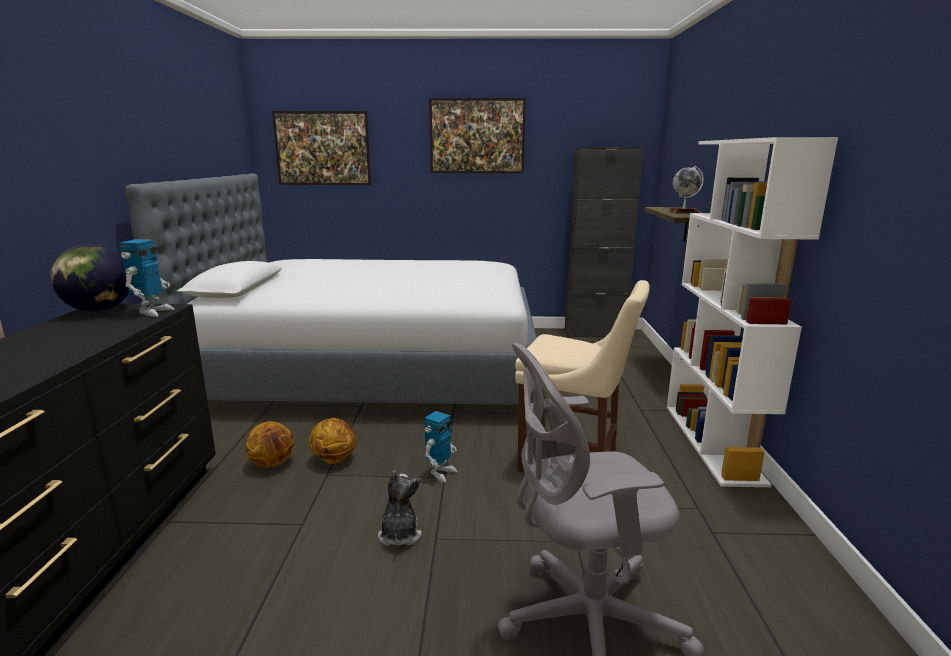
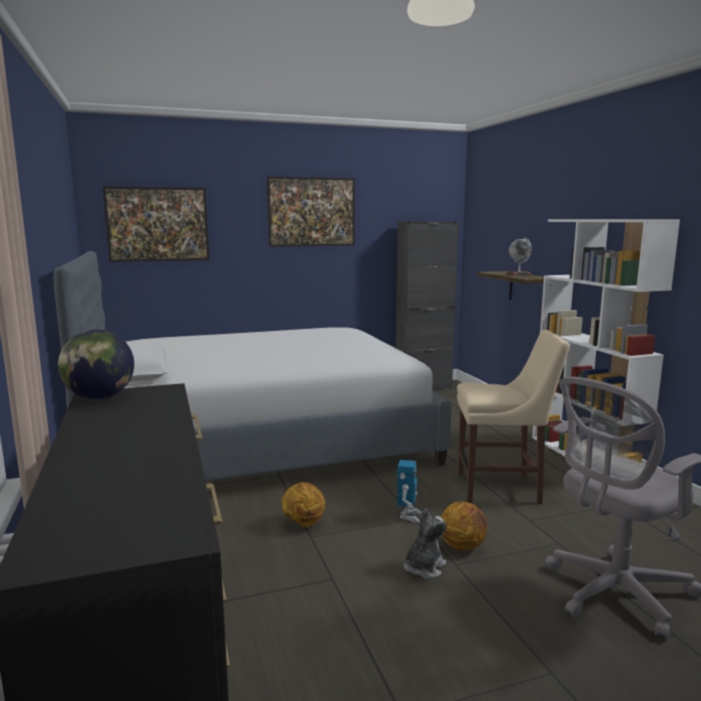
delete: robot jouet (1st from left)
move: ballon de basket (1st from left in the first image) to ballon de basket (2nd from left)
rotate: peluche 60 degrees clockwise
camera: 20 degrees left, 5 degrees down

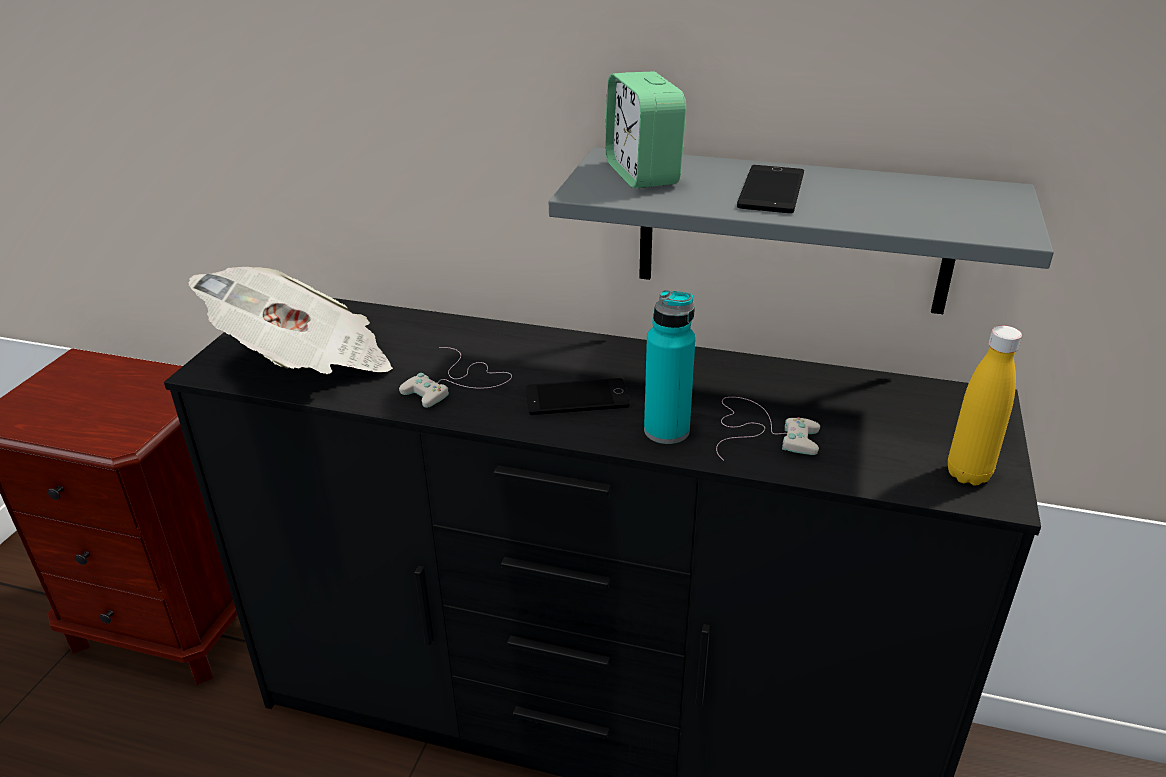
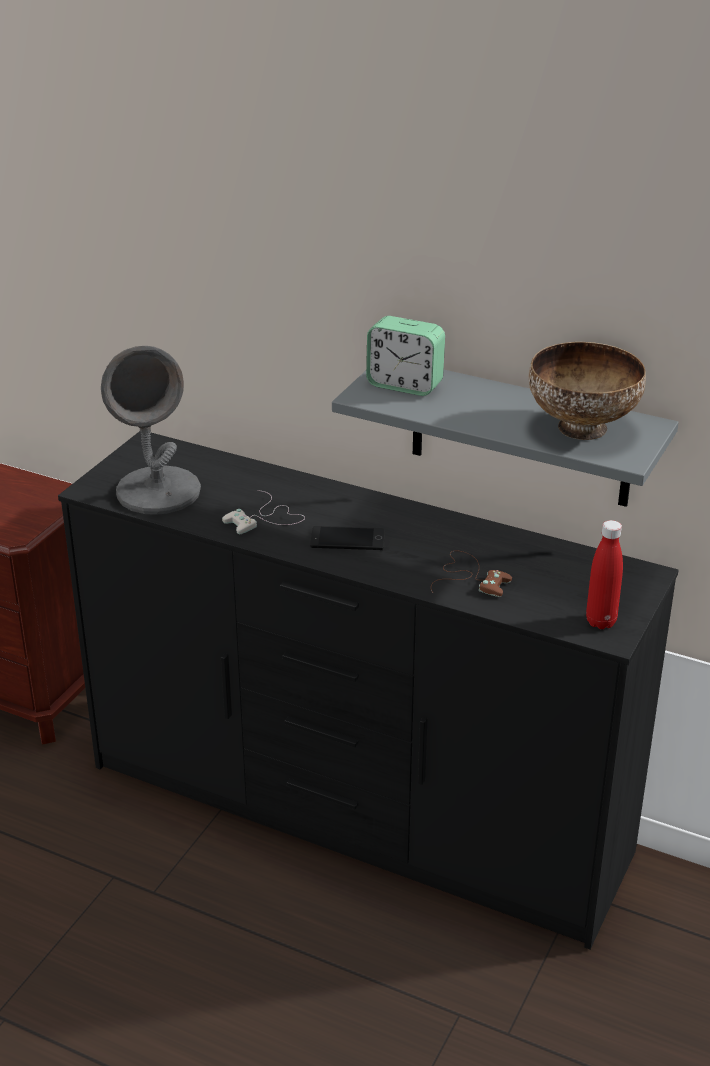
delete: bouteille (turquoise); téléphone (2nd from left)
insert: bol
replace: journal to lampe de table (gris)
recolor: manette (blanc) (2nd from left) to manette (marron); bouteille (jaune) to bouteille (rouge)
rotate: réveil 60 degrees counterclockwise
camera: 10 degrees right, 0 degrees up

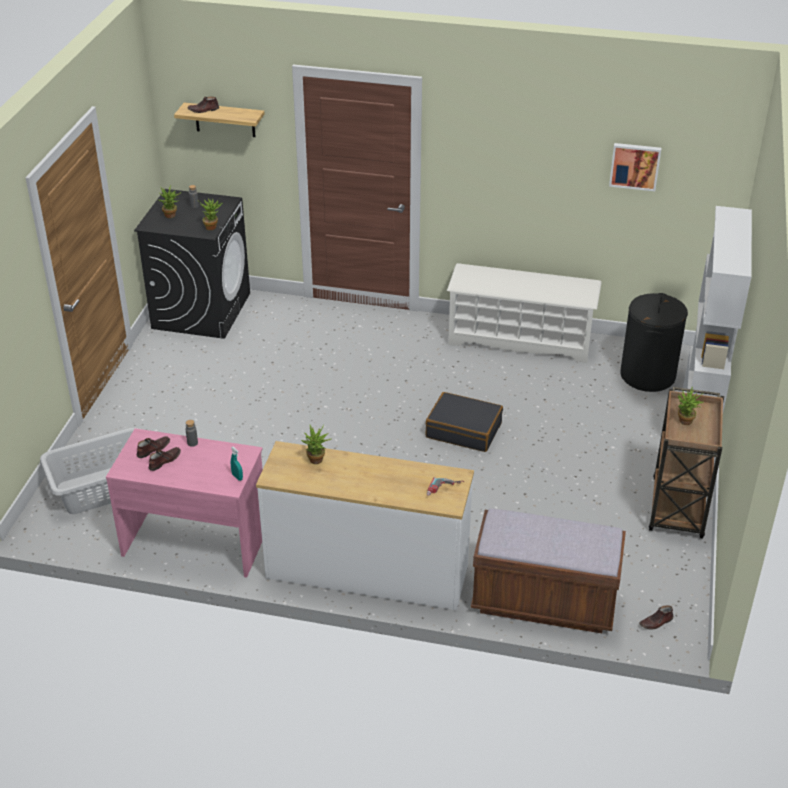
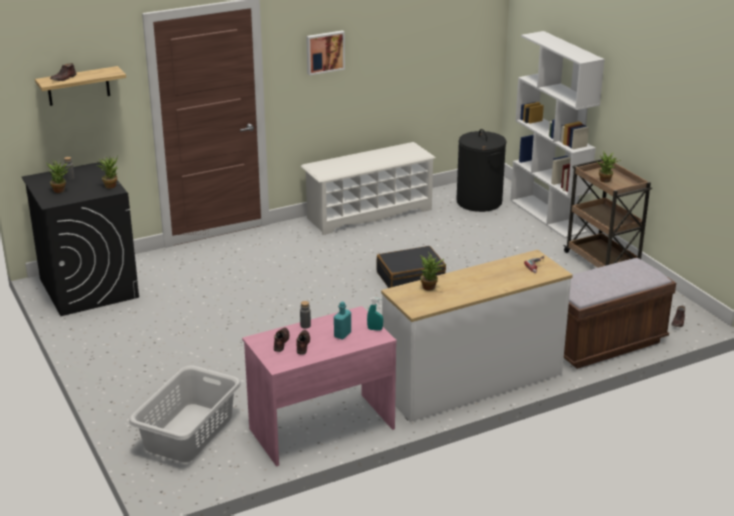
insert: bouteille (turquoise)
move: tableau
camera: 40 degrees left, 10 degrees down

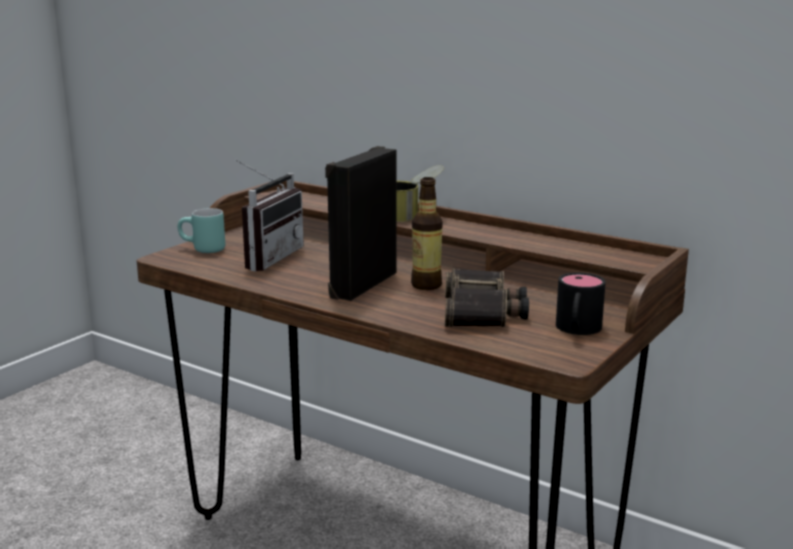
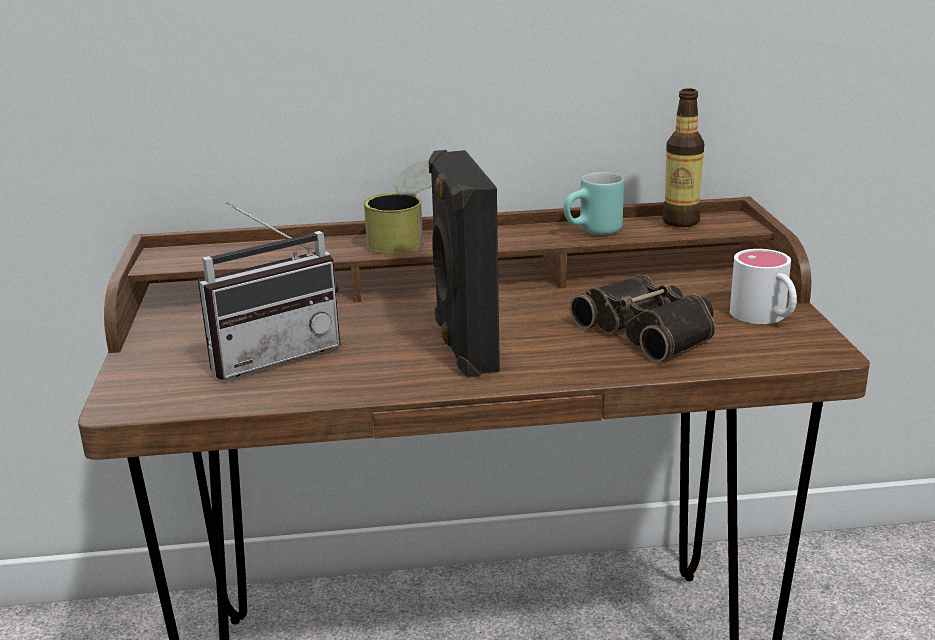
move: mug (turquoise); bouteille
recolor: mug (noir) to mug (blanc)
rotate: radio 75 degrees clockwise
camera: 40 degrees left, 5 degrees up

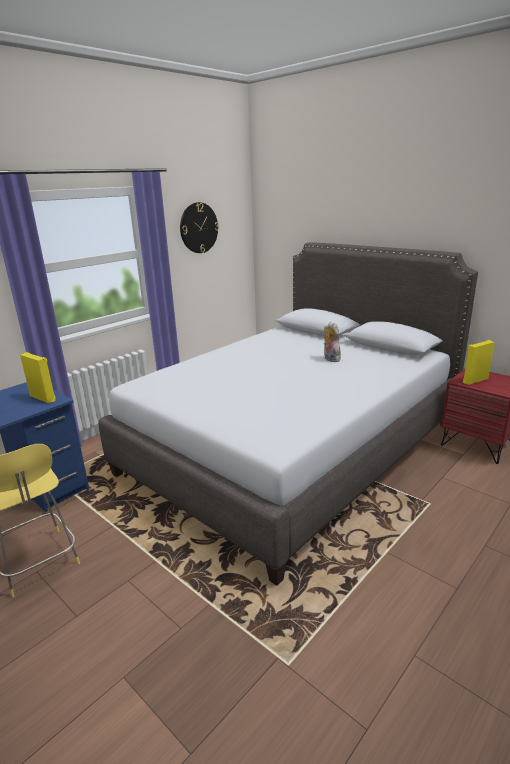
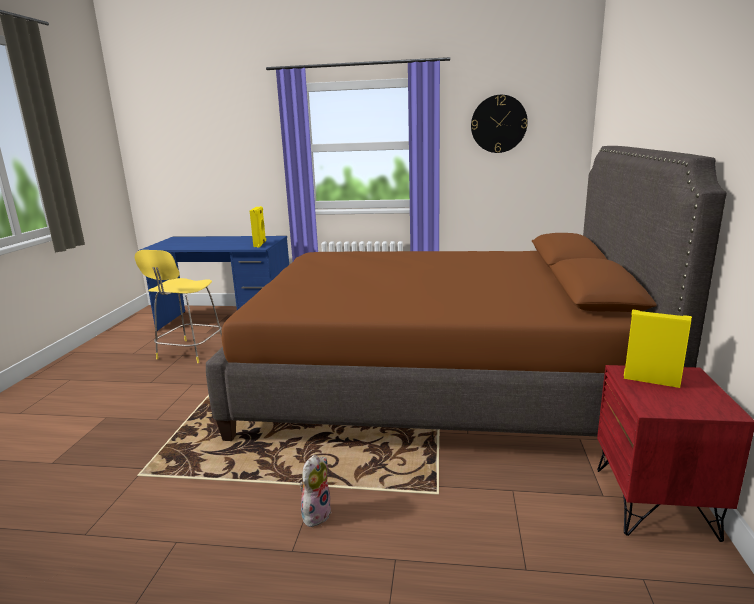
move: peluche
recolor: lit (gris) to lit (marron)
camera: 55 degrees right, 5 degrees down

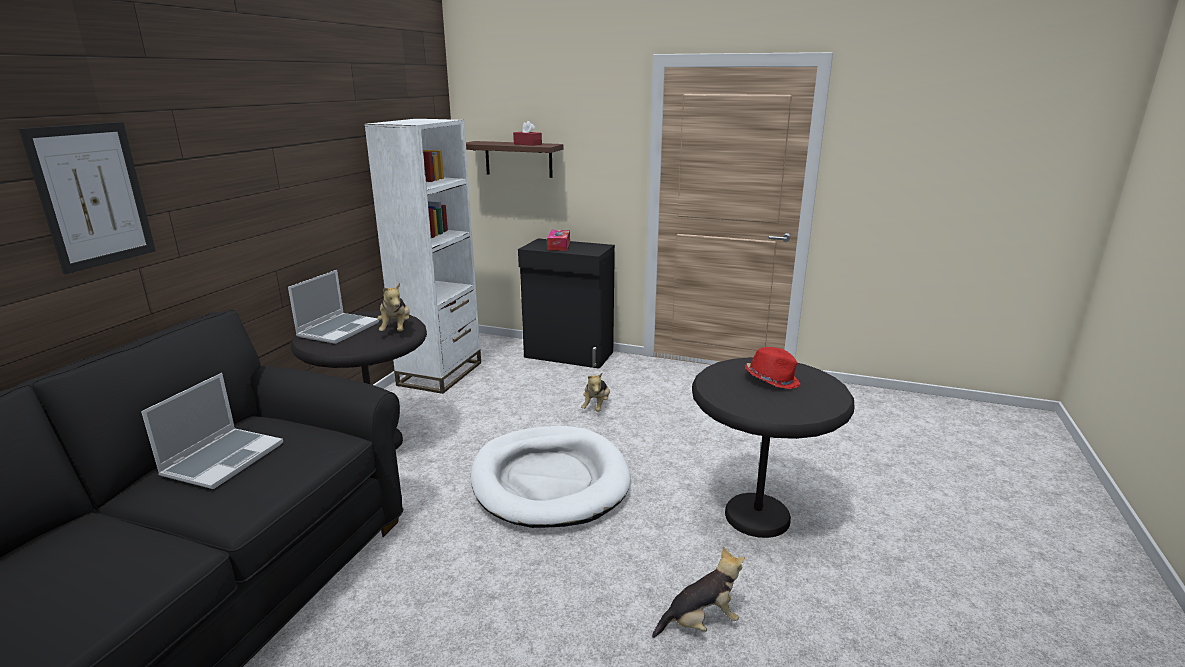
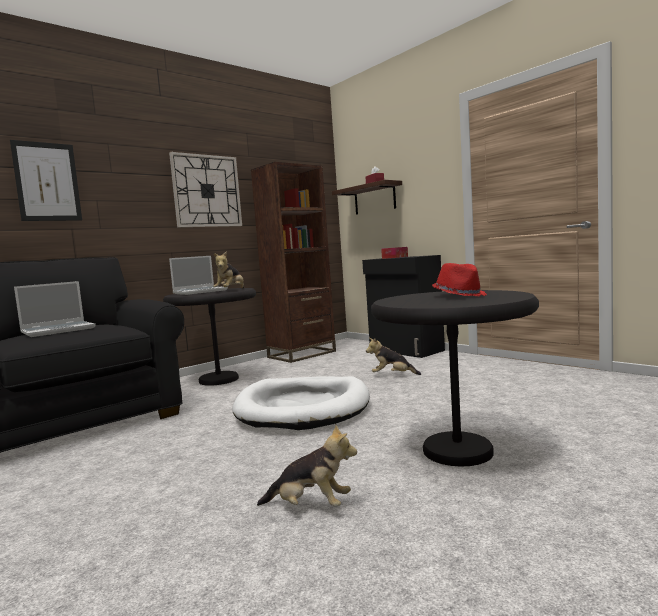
insert: horloge murale
recolor: bibliothèque (blanc) to bibliothèque (marron)
rotate: peluche (2nd from left in the first image) 60 degrees clockwise
camera: 30 degrees right, 15 degrees down

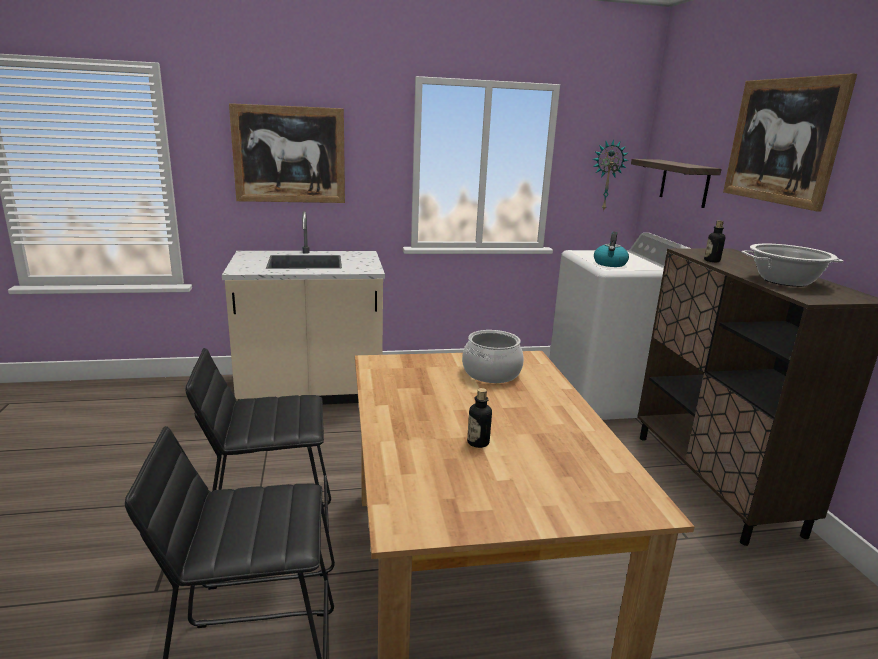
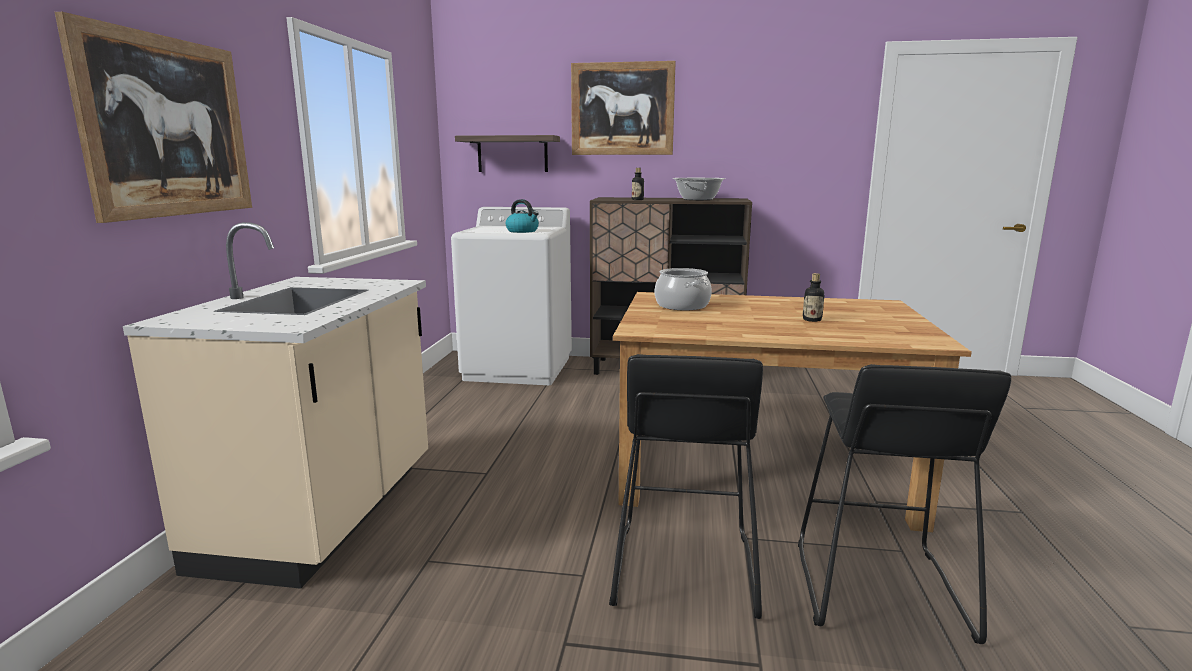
delete: horloge murale
camera: 70 degrees left, 5 degrees down

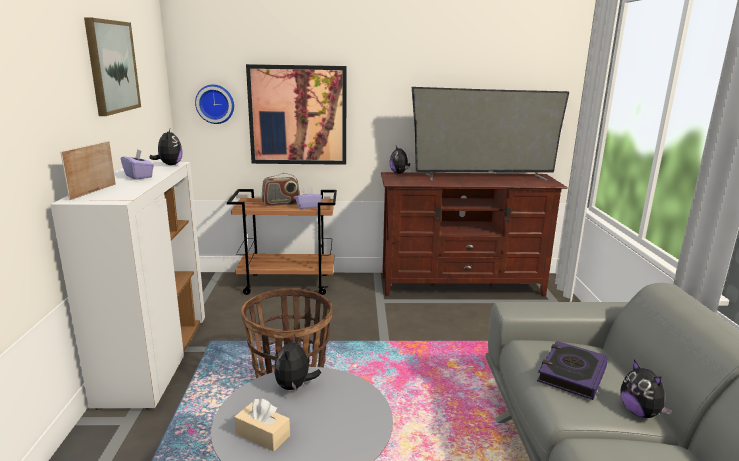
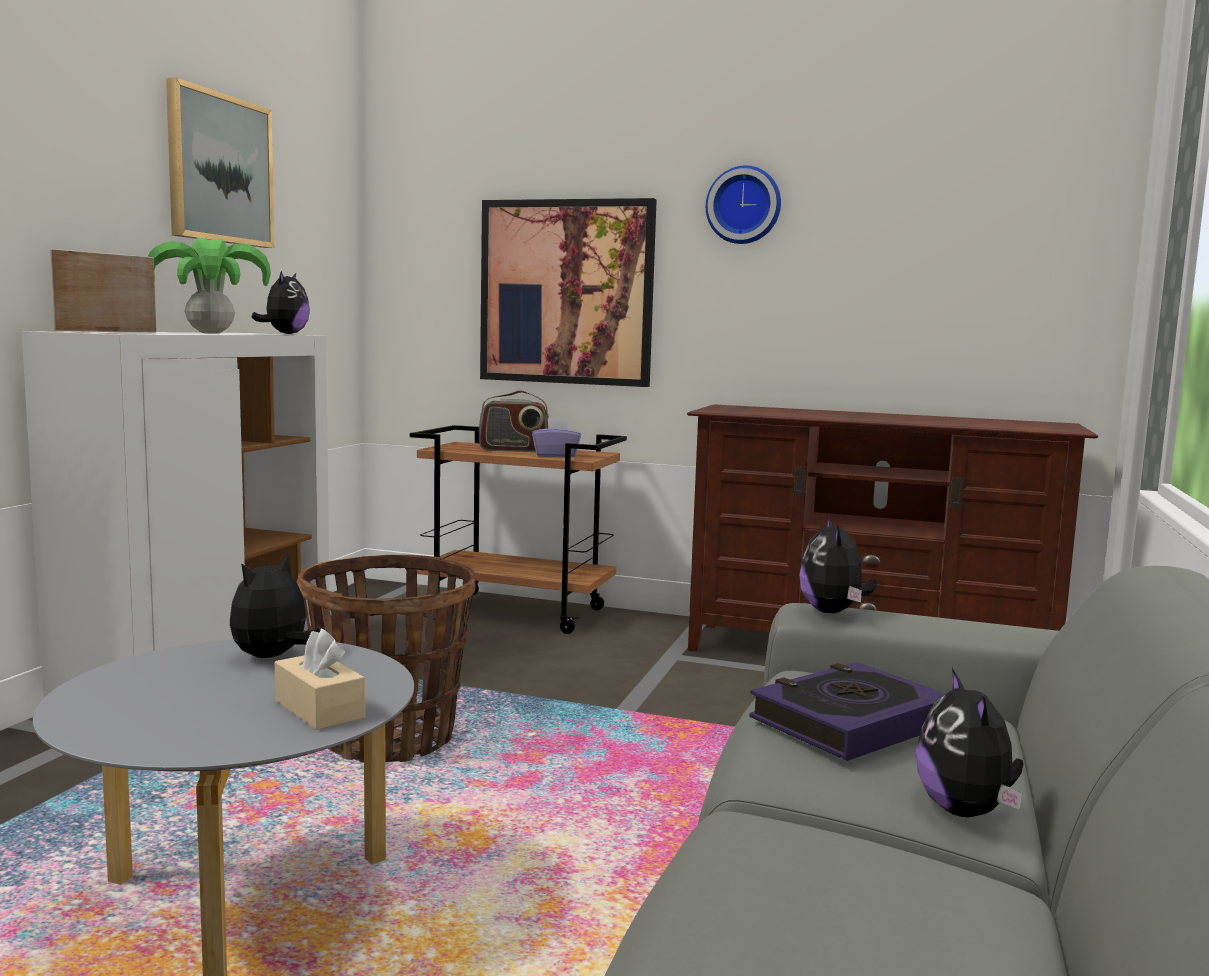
delete: téléviseur
move: horloge murale; boîte à mouchoirs (beige); peluche (3rd from left)
replace: boîte à mouchoirs (violet) (1st from left) to plante en pot
camera: 20 degrees right, 10 degrees down

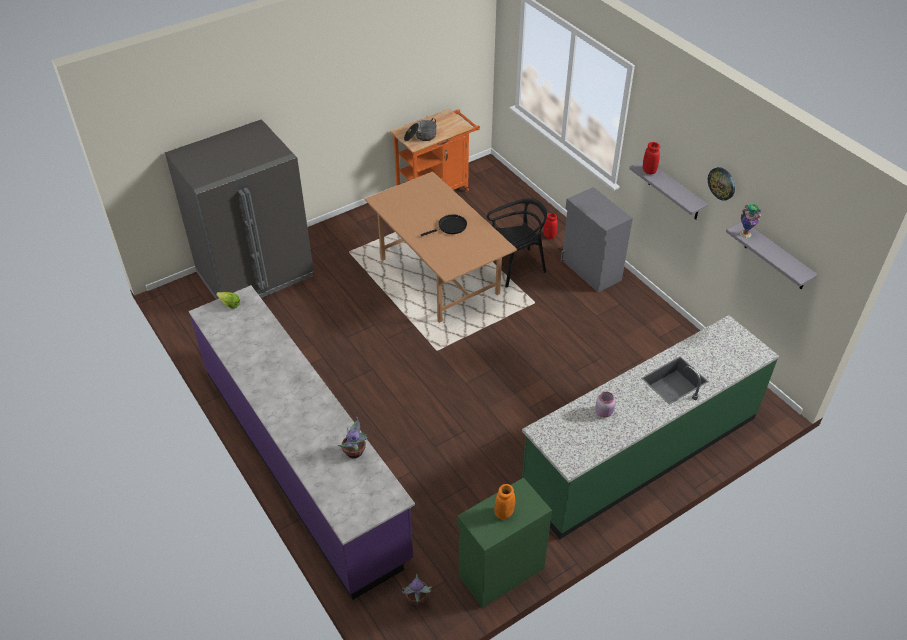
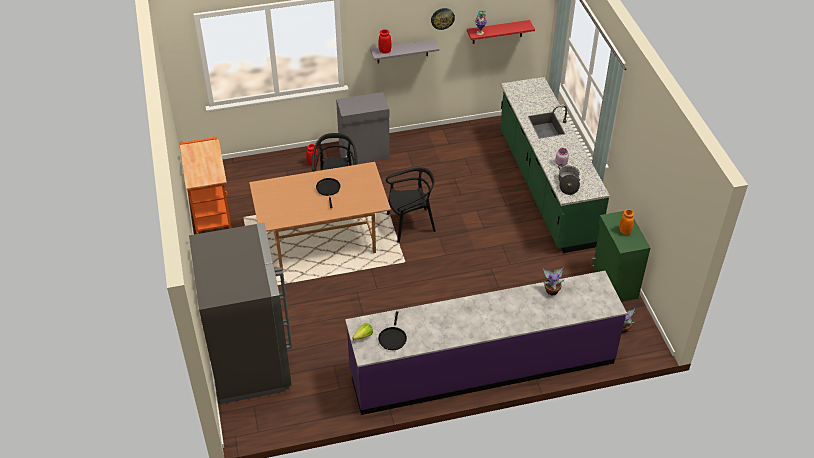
insert: poêle (noir) (2nd from left); chaise (noir) (2nd from left)
move: marmite
recolor: étagère (gris) (2nd from left) to étagère (rouge)
camera: 70 degrees left, 0 degrees up

